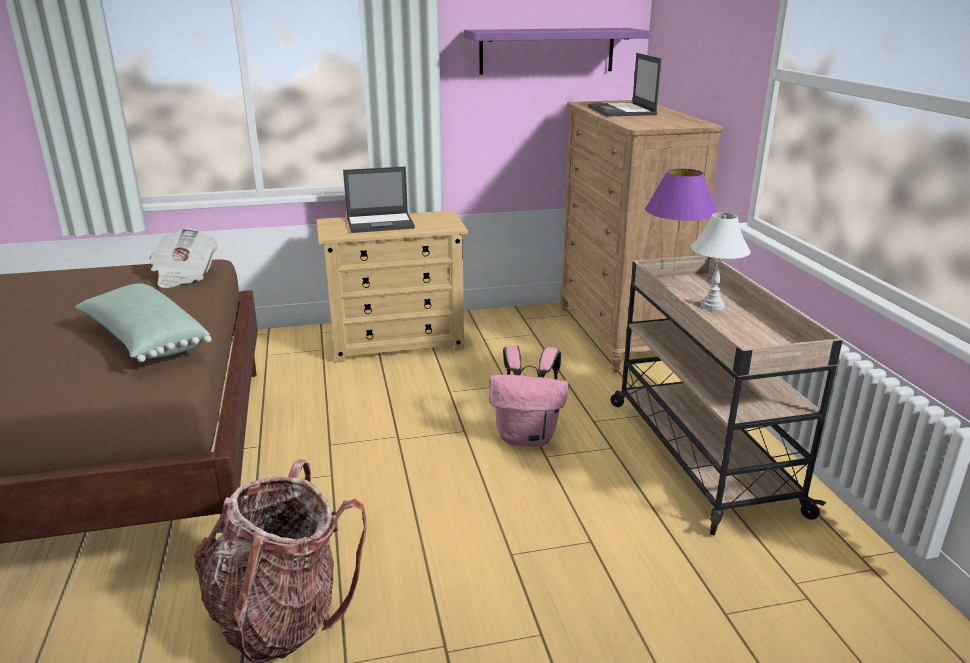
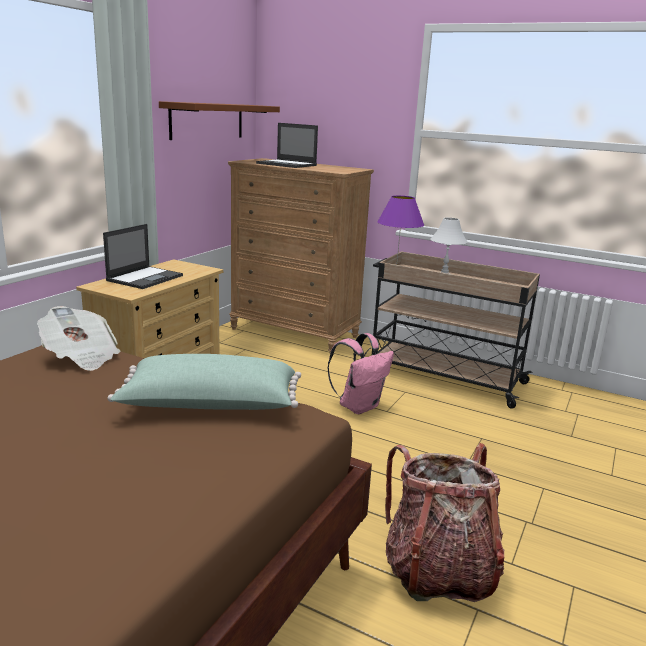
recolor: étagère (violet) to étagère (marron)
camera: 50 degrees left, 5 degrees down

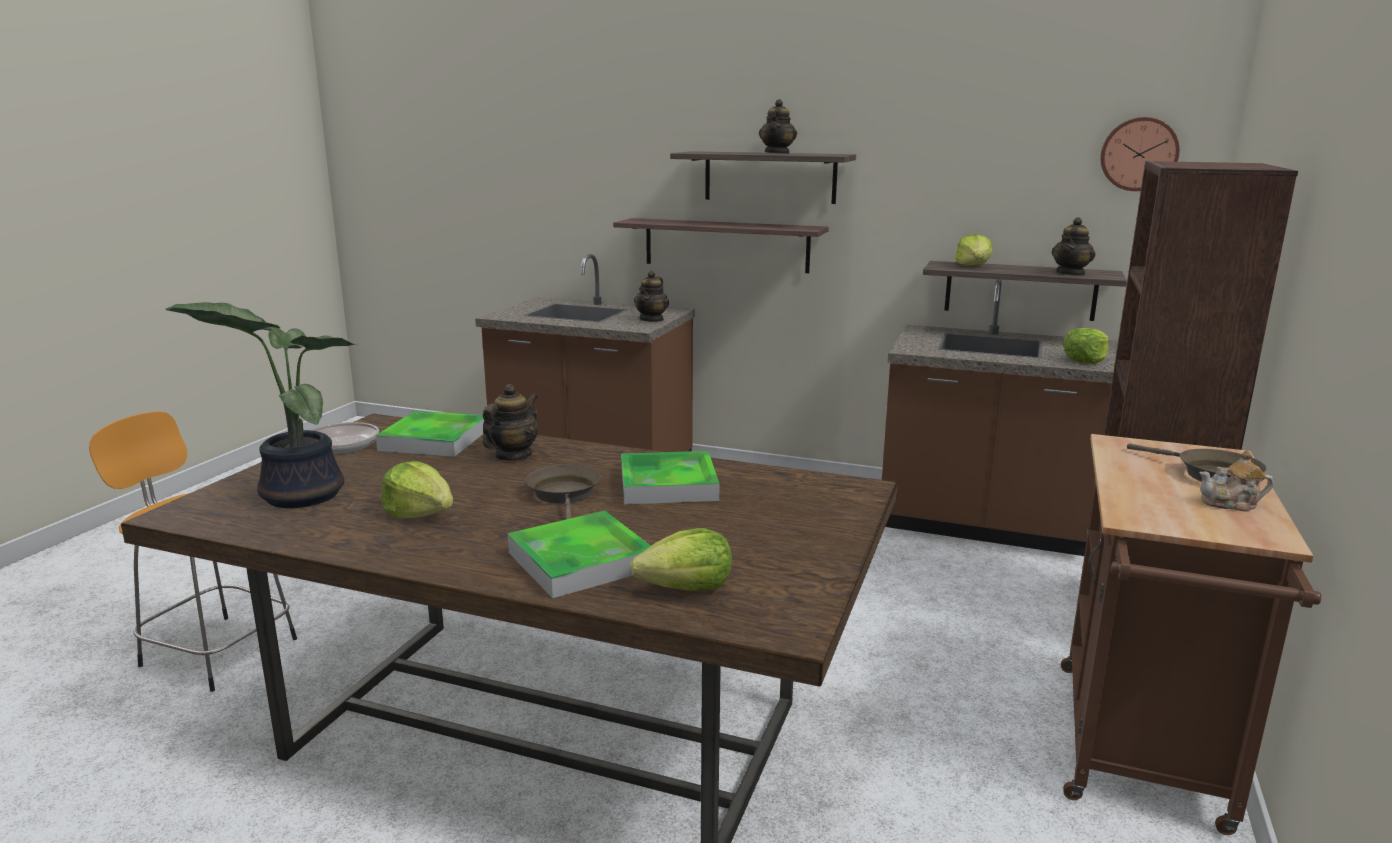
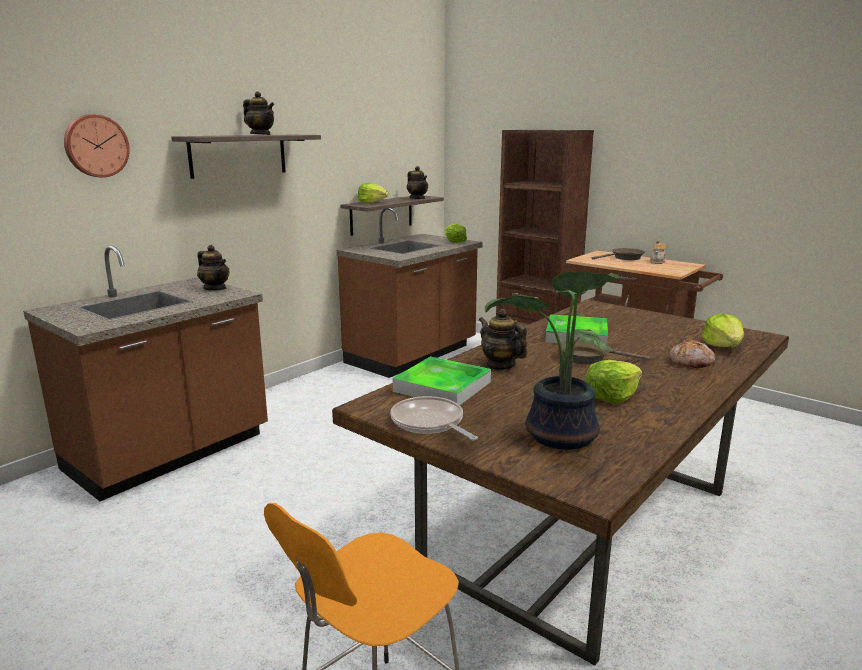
delete: étagère (1st from left)
move: horloge murale
replace: plateau (2nd from left) to pain
camera: 70 degrees left, 0 degrees up

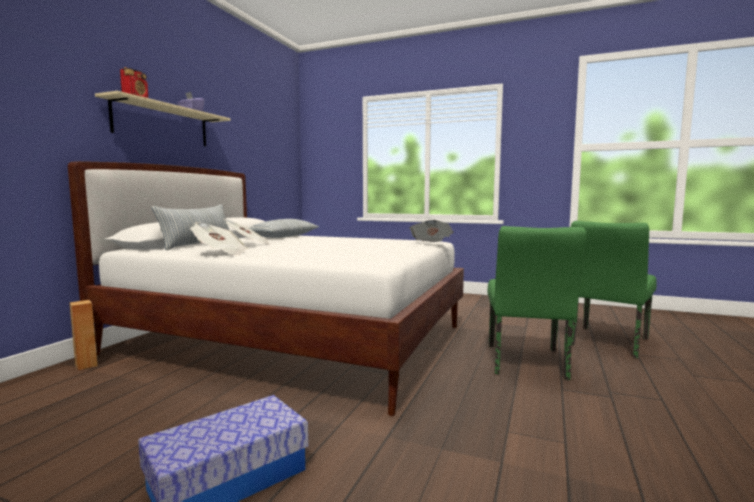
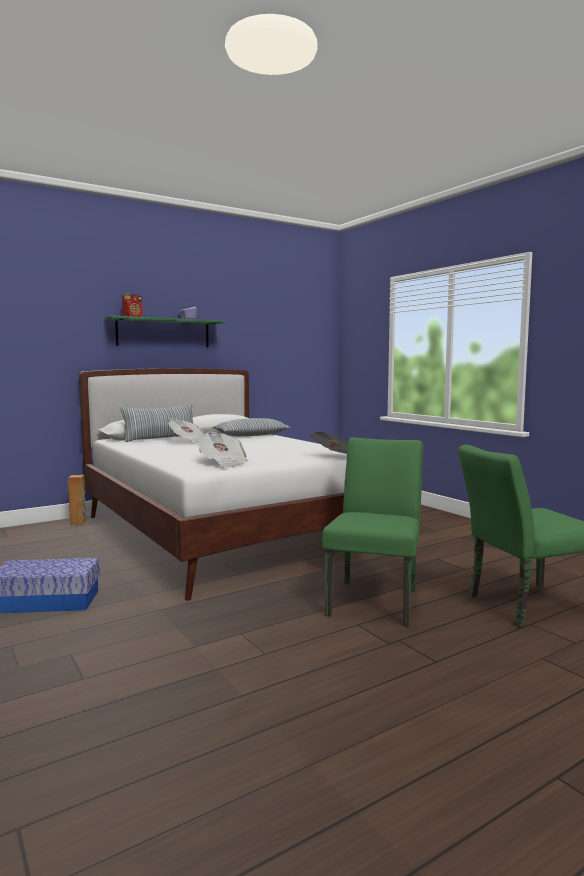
move: journal (1st from left in the first image) to journal (2nd from left)
recolor: étagère (beige) to étagère (vert)
rotate: chaise (vert) (1st from left) 150 degrees clockwise
camera: 35 degrees right, 0 degrees up

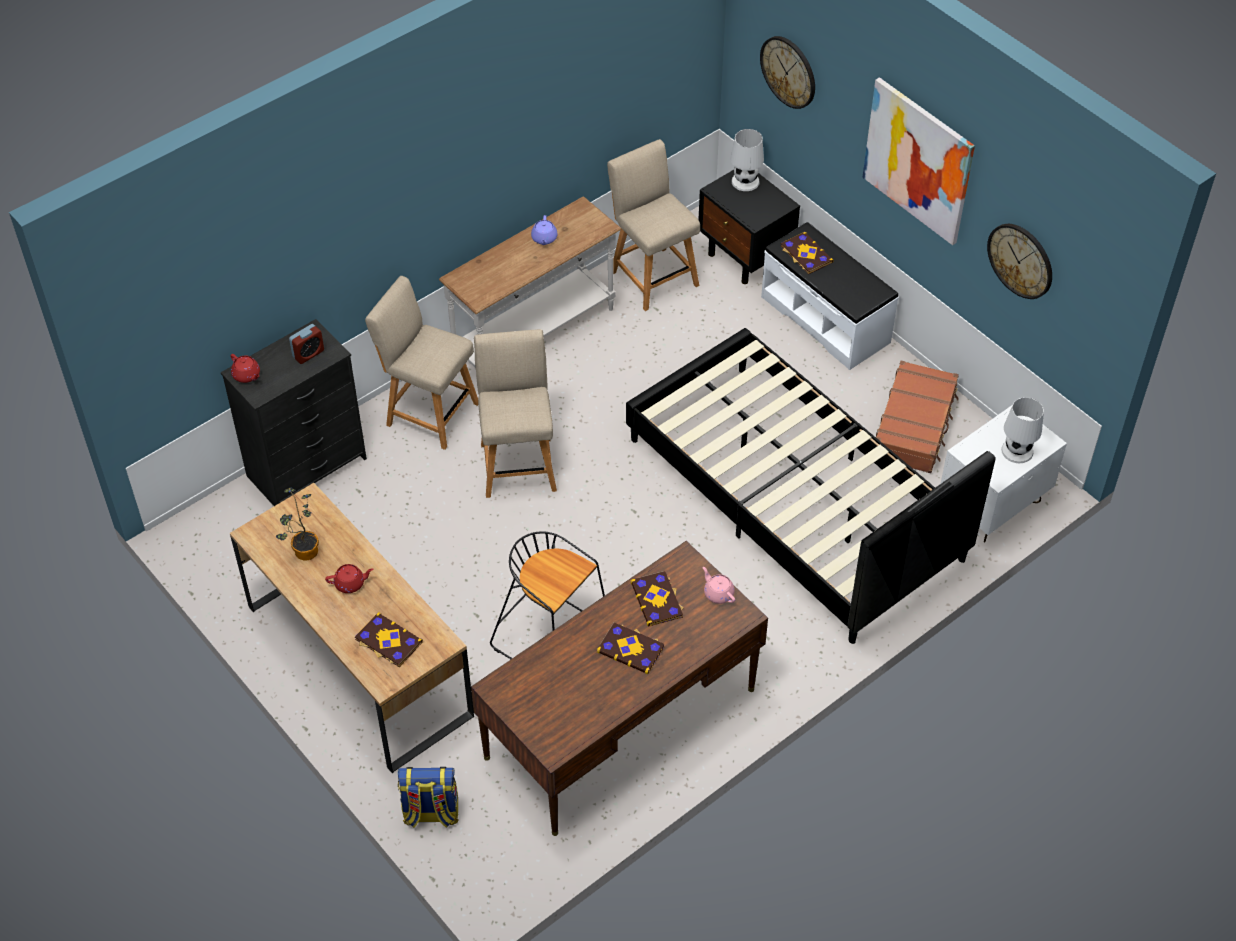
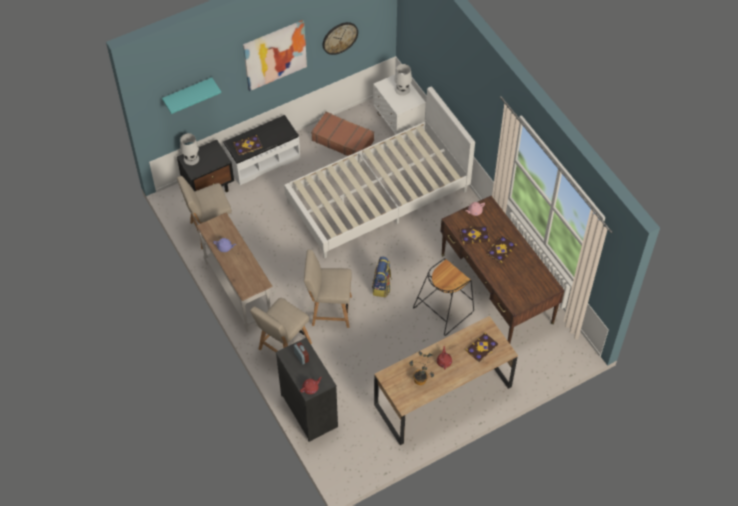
move: sac à dos
replace: horloge murale (1st from left) to étagère (turquoise)
recolor: lit (noir) to lit (blanc)
camera: 80 degrees left, 5 degrees up

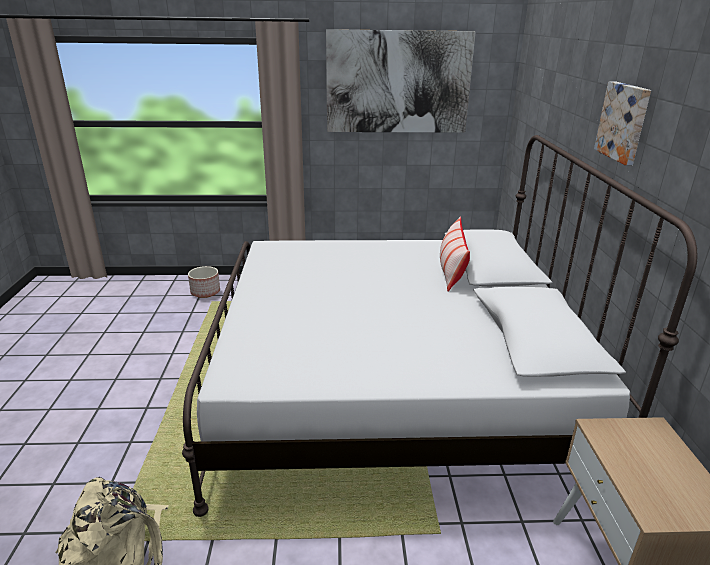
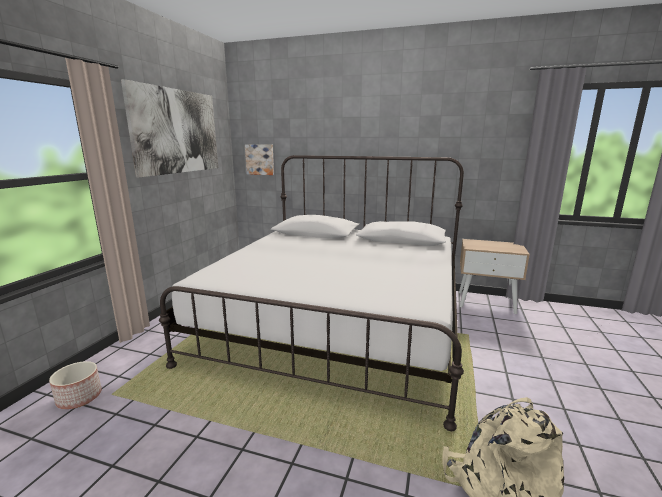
delete: coussin
move: tableau (2nd from left)
camera: 70 degrees left, 10 degrees down

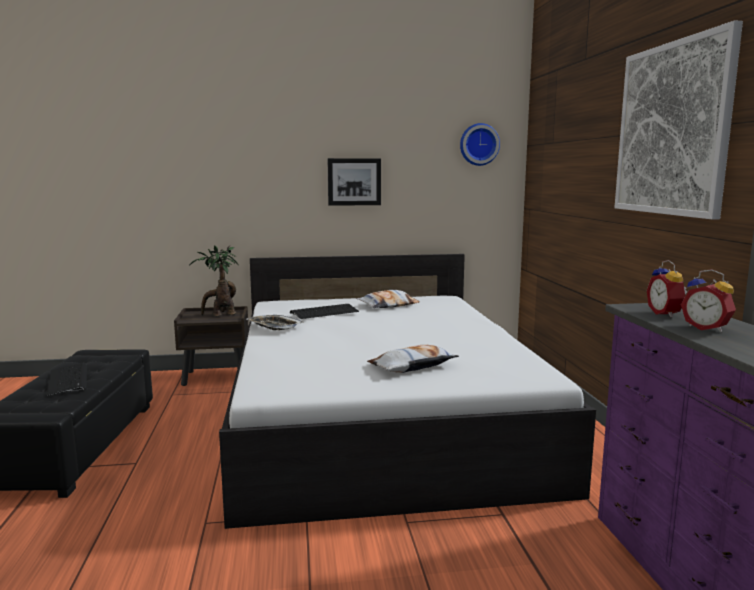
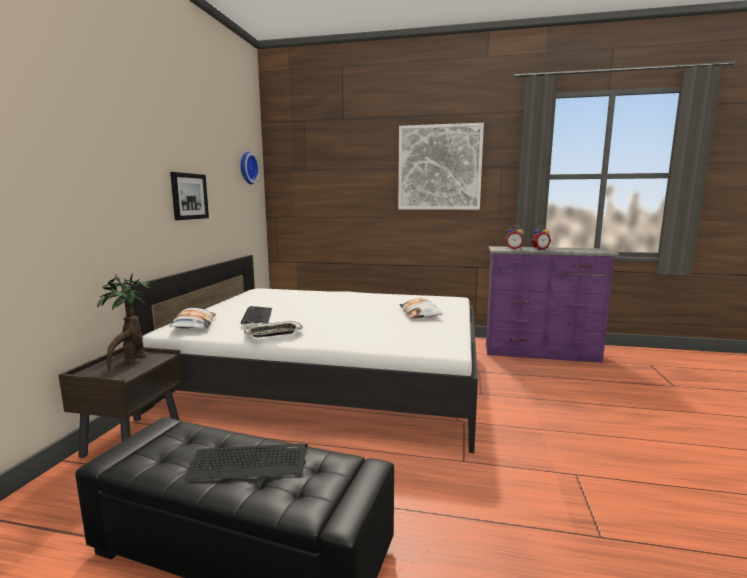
move: coussin (1st from left)
camera: 70 degrees left, 0 degrees up

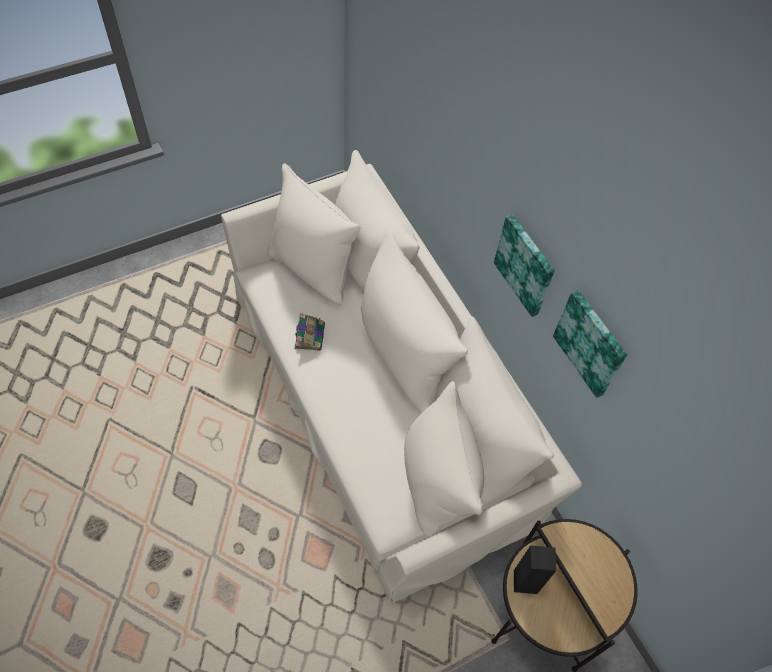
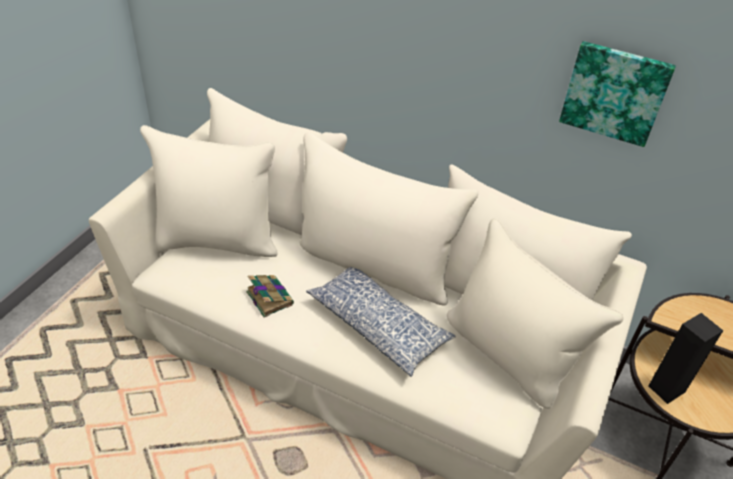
delete: tableau (1st from left)
insert: coussin
camera: 35 degrees left, 15 degrees down

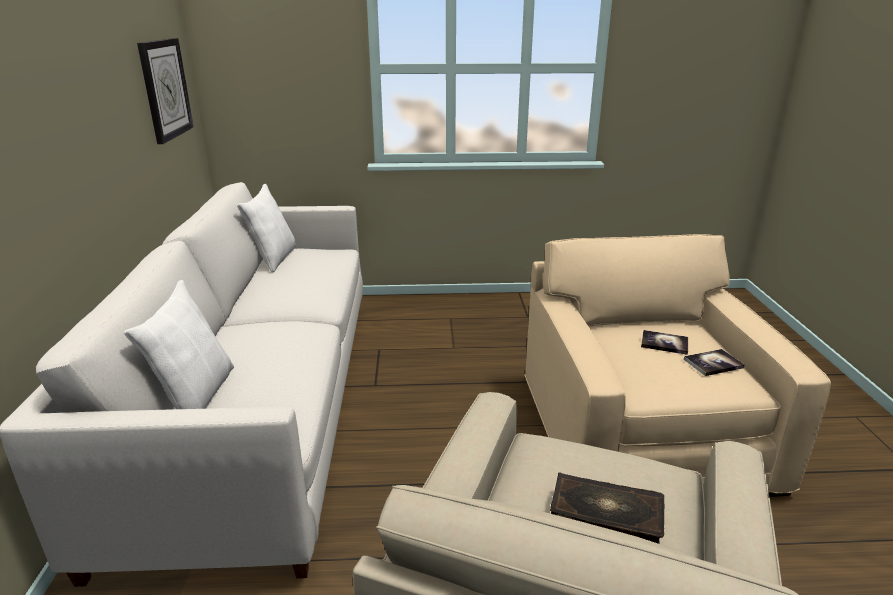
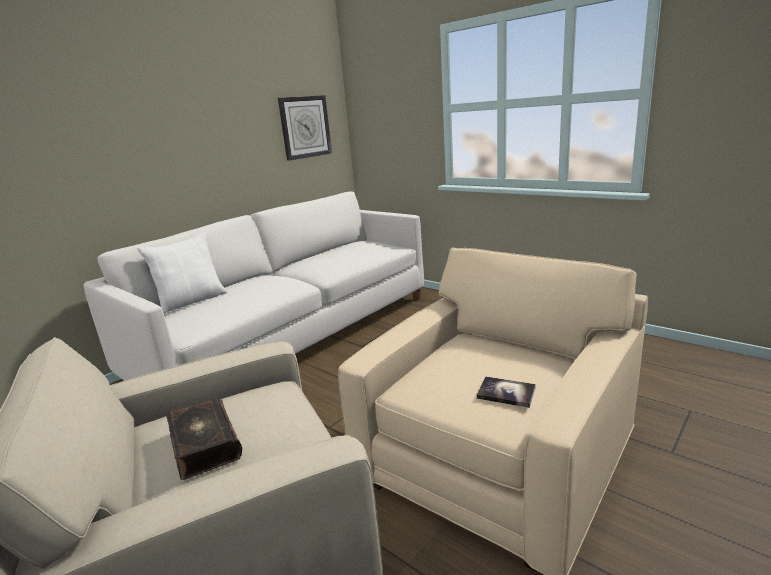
delete: coussin (blanc) (2nd from left); livre (2nd from left)
camera: 45 degrees right, 5 degrees down

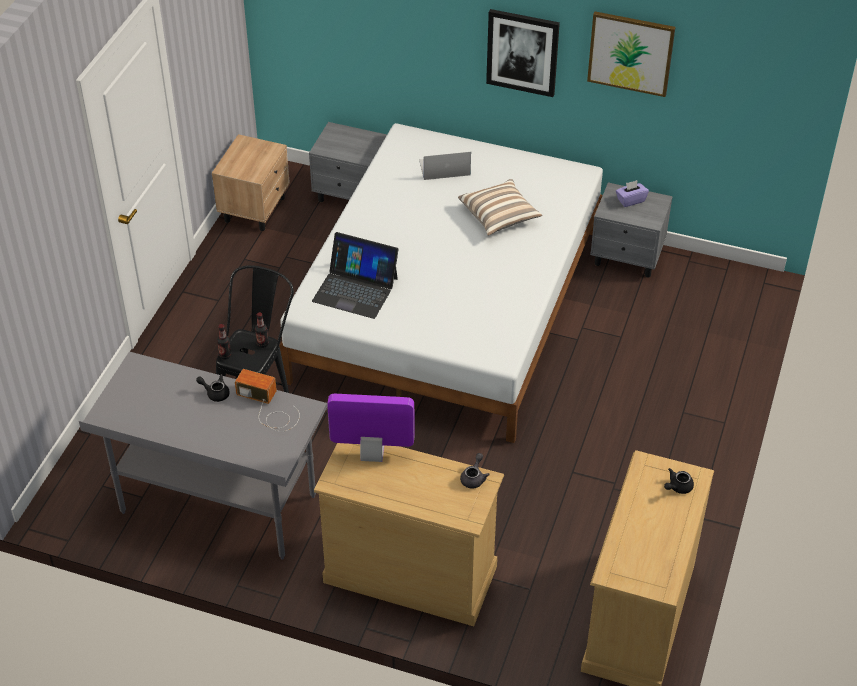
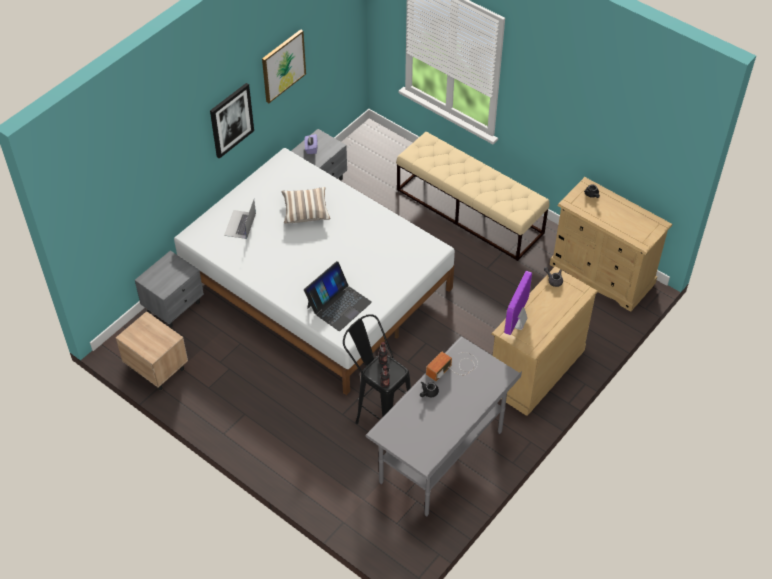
insert: banc (beige)
camera: 70 degrees left, 5 degrees up

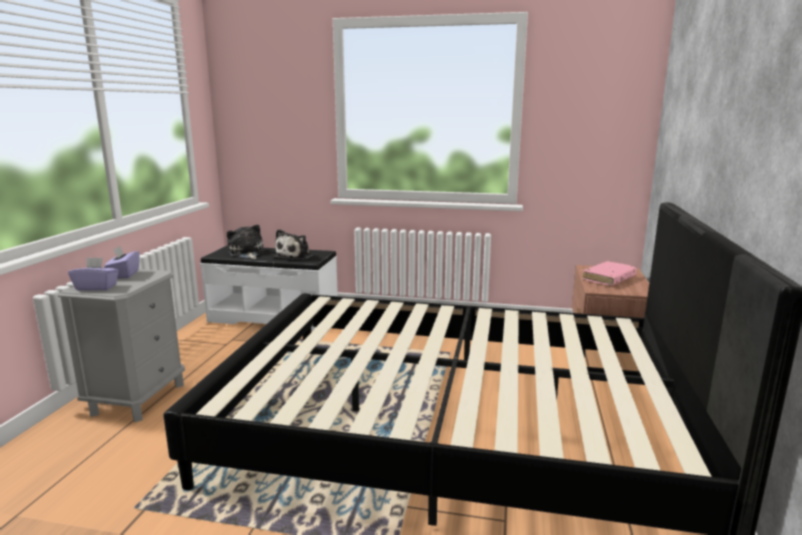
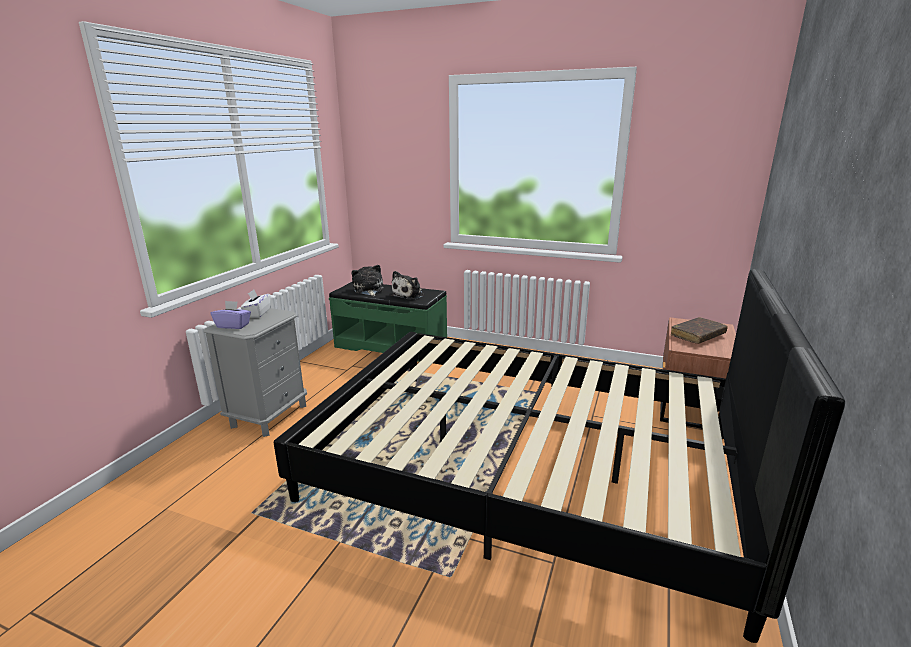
recolor: boîte à mouchoirs (violet) (2nd from left) to boîte à mouchoirs (blanc); banc (blanc) to banc (vert); livre (rose) to livre (marron)
camera: 10 degrees right, 5 degrees up

